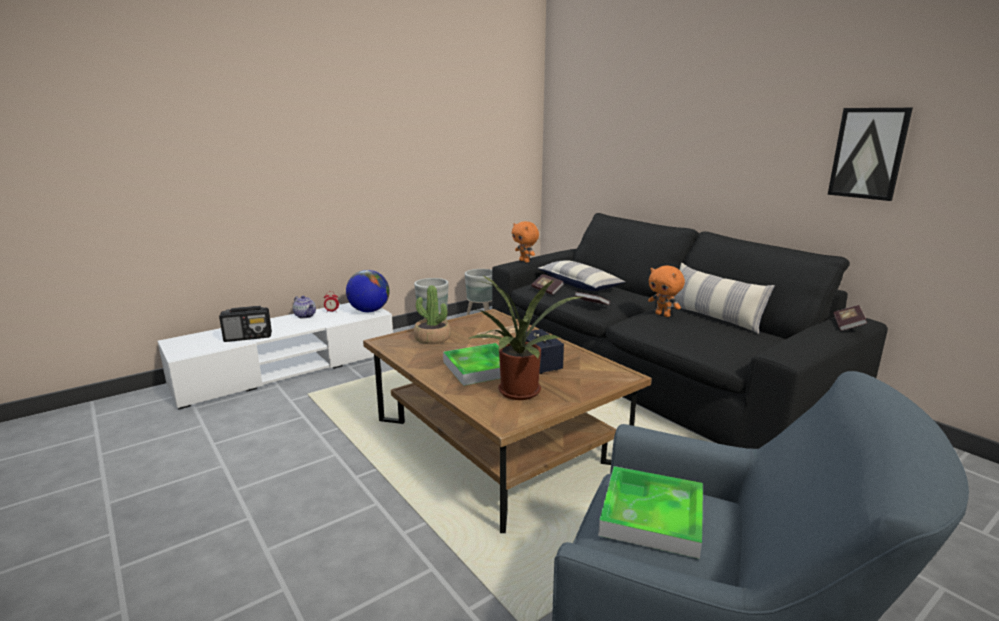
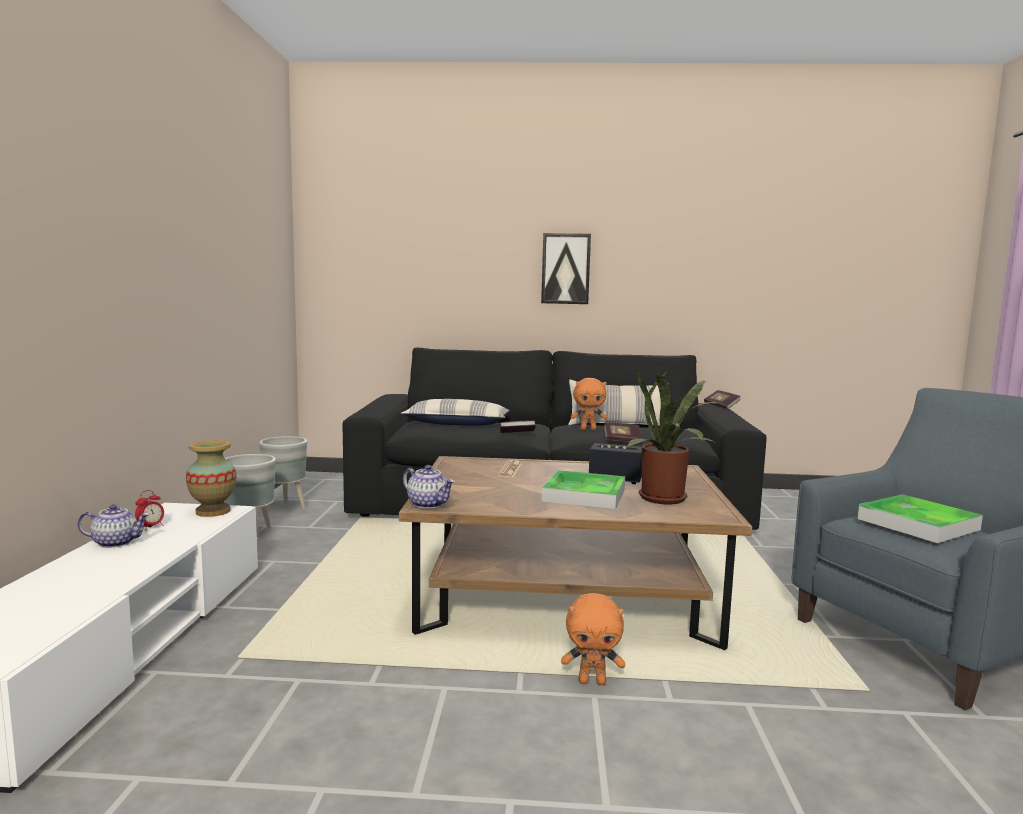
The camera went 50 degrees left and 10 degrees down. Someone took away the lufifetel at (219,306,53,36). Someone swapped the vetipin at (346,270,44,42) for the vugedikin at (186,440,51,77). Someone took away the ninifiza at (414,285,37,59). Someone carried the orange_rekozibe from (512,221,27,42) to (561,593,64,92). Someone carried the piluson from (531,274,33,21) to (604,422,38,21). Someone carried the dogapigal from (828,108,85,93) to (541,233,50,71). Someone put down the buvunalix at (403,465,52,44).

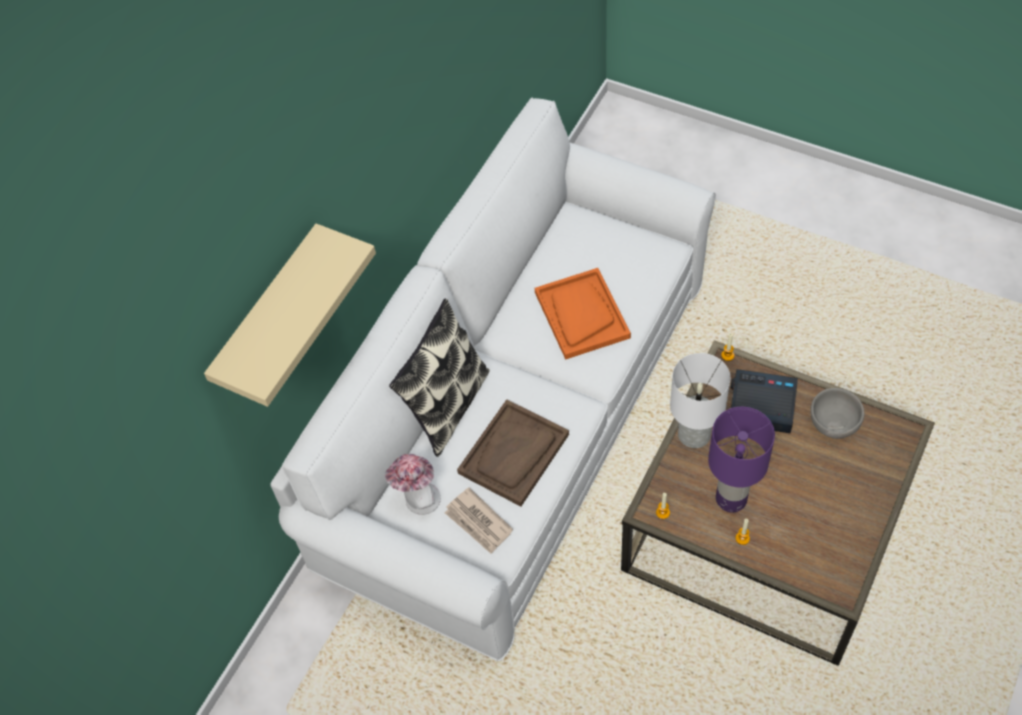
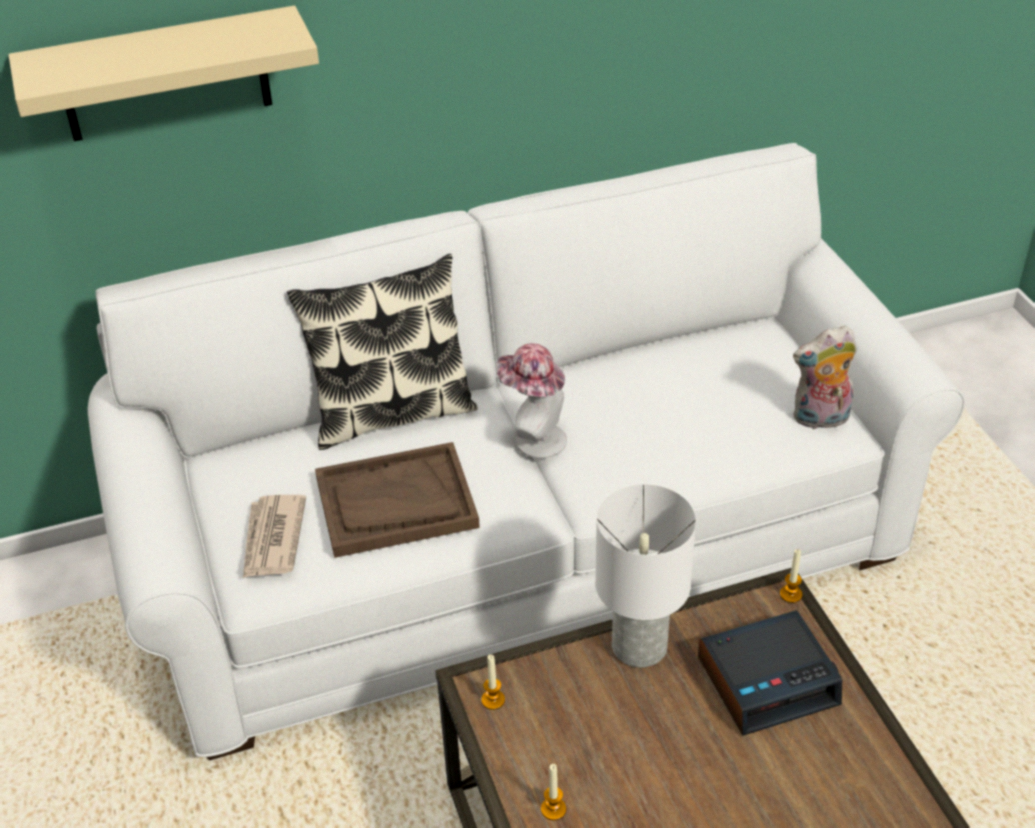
The camera went 40 degrees right and 15 degrees down. Someone carried the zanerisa from (385,454,56,61) to (496,343,71,115). Someone took away the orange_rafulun at (535,268,96,92). Someone took away the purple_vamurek at (708,407,67,105). Someone rotated the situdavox at (731,369,67,64) by 105 degrees clockwise. Someone took away the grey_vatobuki at (810,388,54,51). Someone put down the rekozibe at (793,326,64,103).

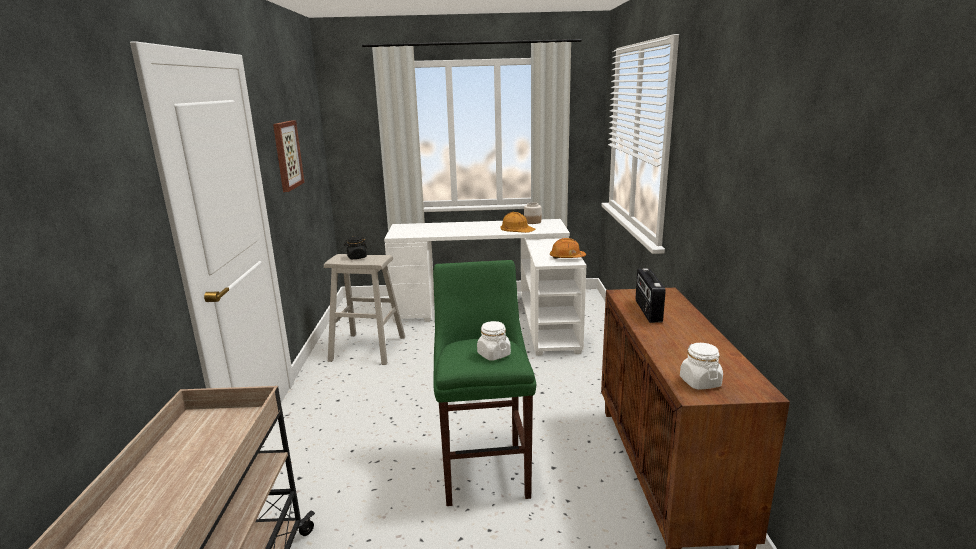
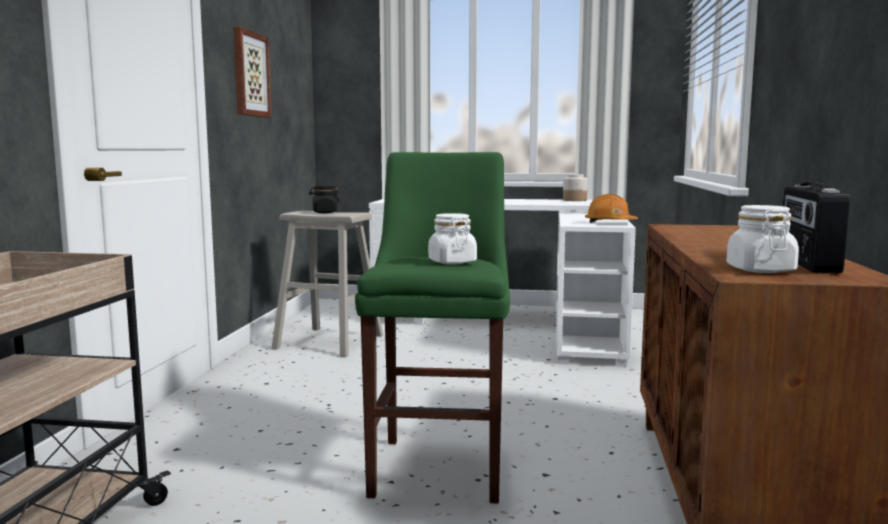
The camera went 10 degrees right and 10 degrees down. Someone took away the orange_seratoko at (500,212,36,21). Someone carried the lufifetel from (636,268,30,55) to (783,182,67,91).

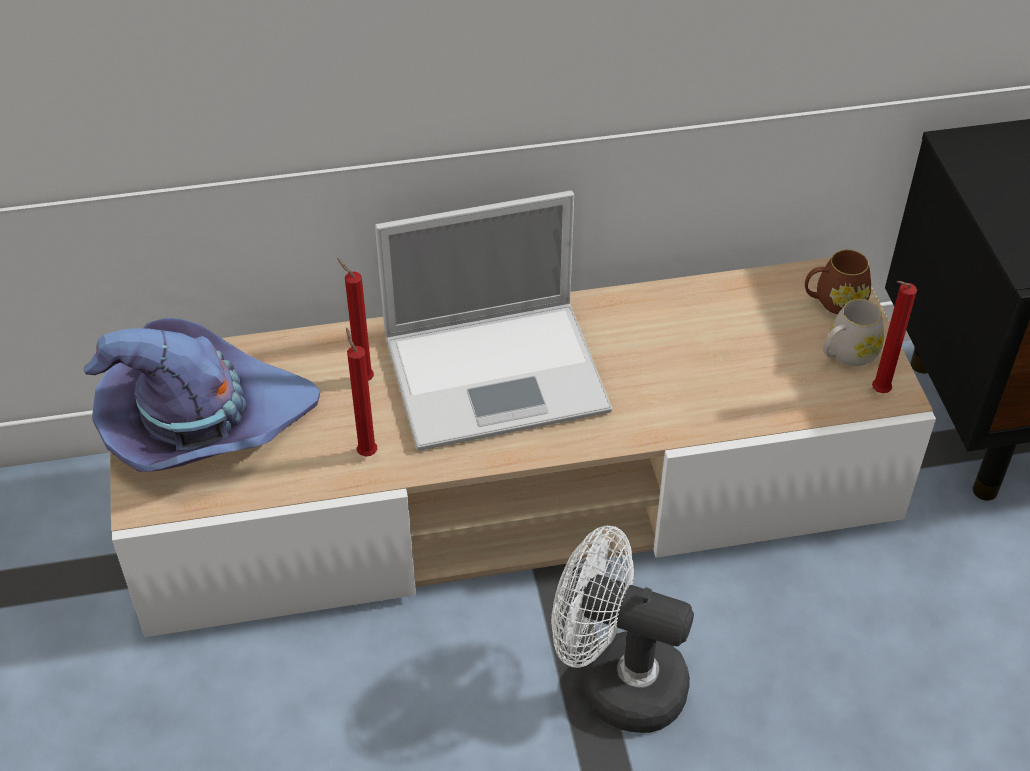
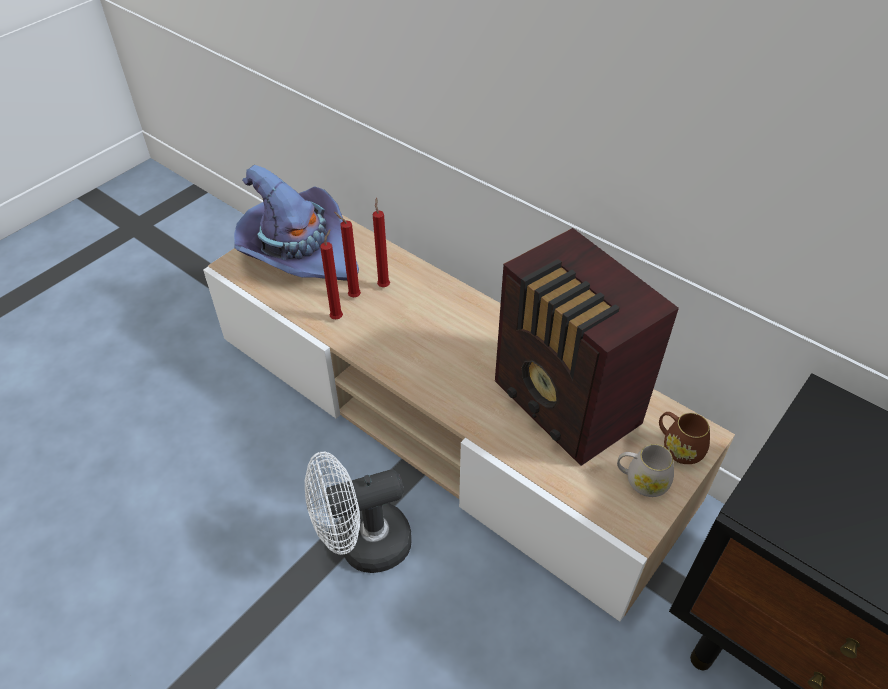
The camera went 50 degrees right and 0 degrees up. Someone took away the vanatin at (375,191,237,260). Someone rotated the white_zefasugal at (551,526,143,207) by 90 degrees counterclockwise. Someone carried the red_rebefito from (872,281,45,112) to (334,212,27,85). Someone put down the lufifetel at (495,228,184,238).

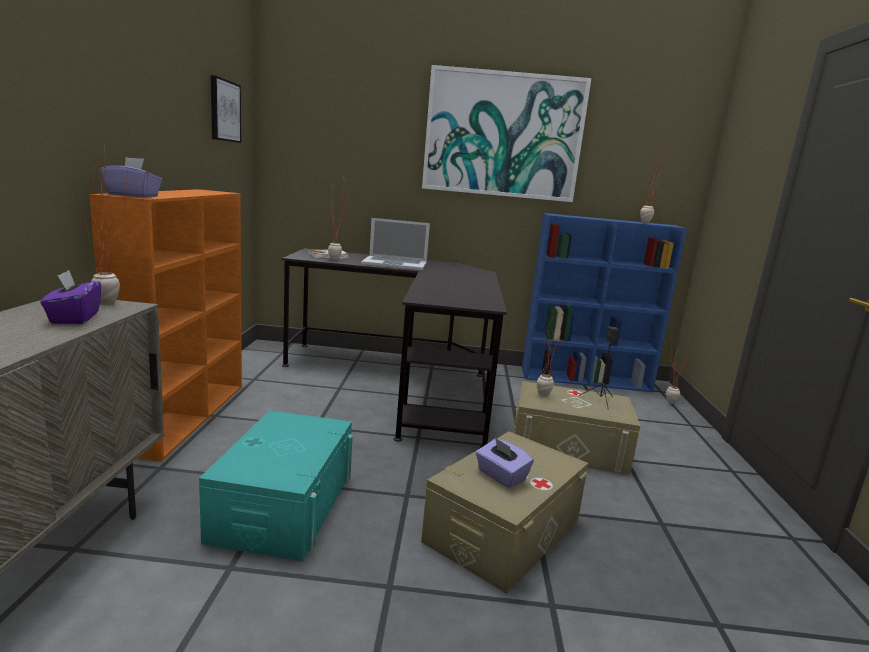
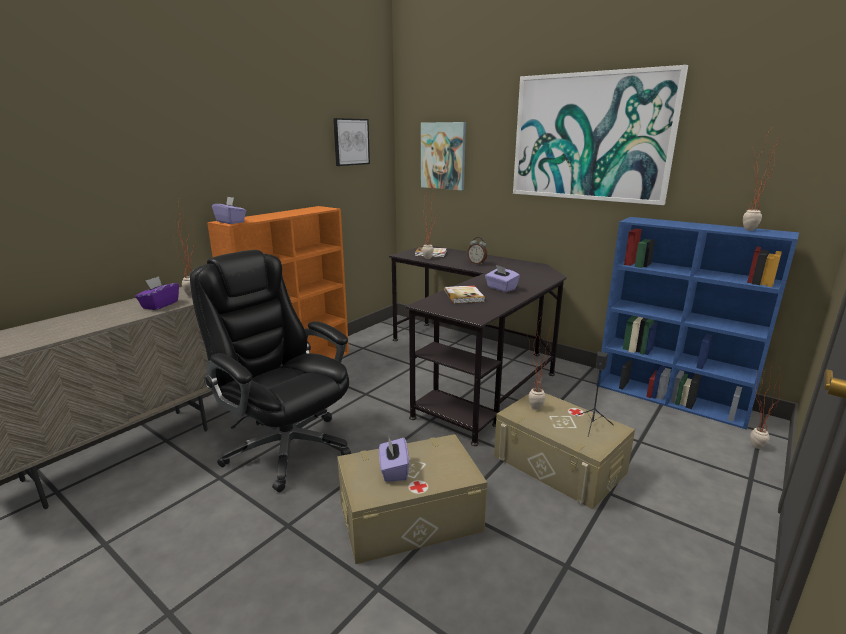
The camera went 35 degrees right and 5 degrees up. Someone swapped the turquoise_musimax at (199,410,154,151) for the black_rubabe at (190,250,161,242). Someone swapped the vanatin at (361,218,69,52) for the situdavox at (467,237,20,28). Someone put up the dogapigal at (421,122,45,68). Someone put down the piluson at (444,285,41,19). Someone put down the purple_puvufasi at (485,265,35,27).

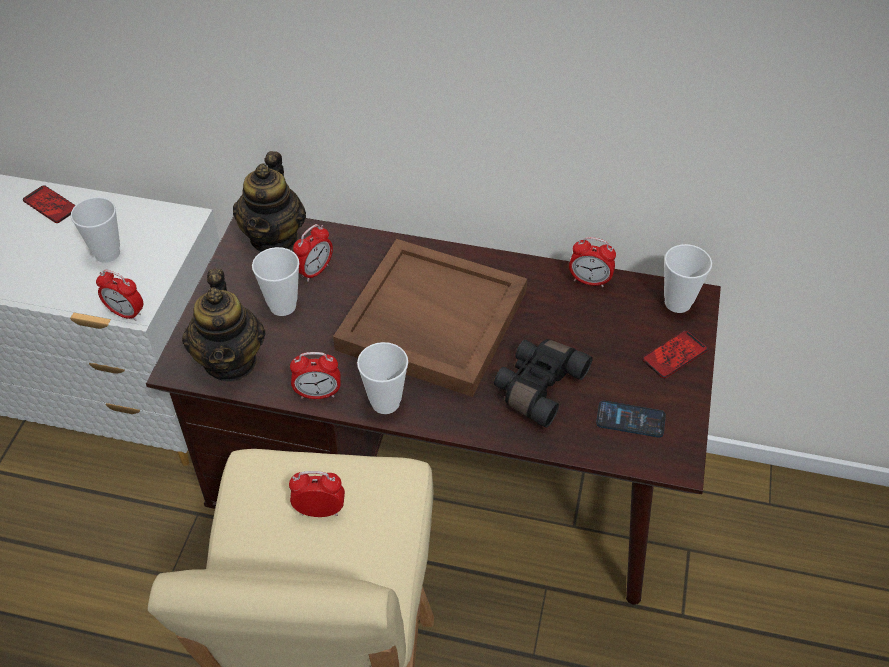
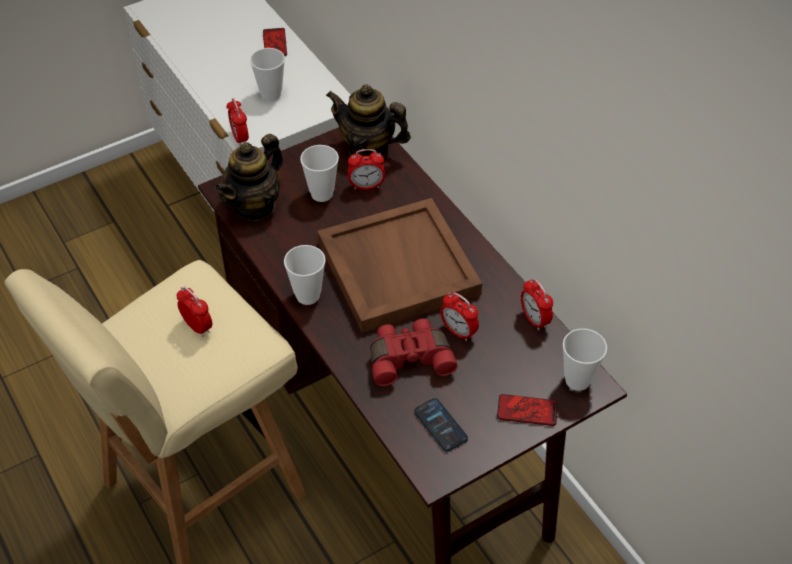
The camera went 45 degrees right and 0 degrees up. Someone rotated the buvunalix at (233,151,73,101) by 60 degrees clockwise. Someone carried the situdavox from (290,352,51,47) to (440,292,39,49). Someone repainted the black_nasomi at (494,339,99,89), which became the red_nasomi at (370,319,88,67).

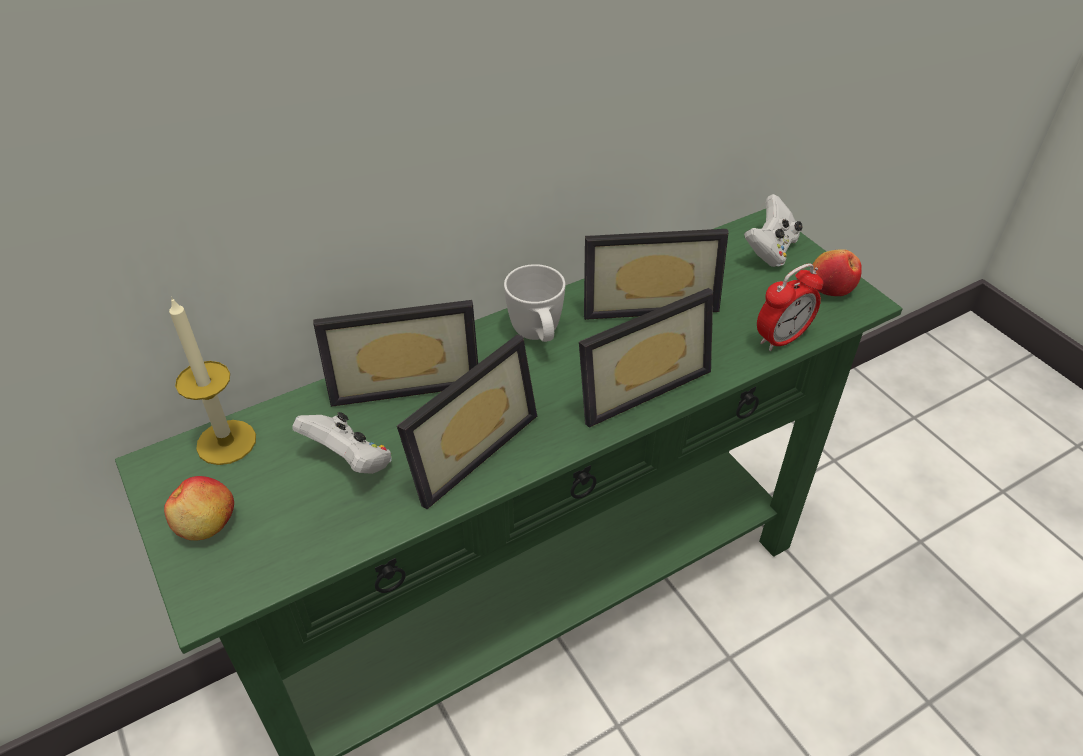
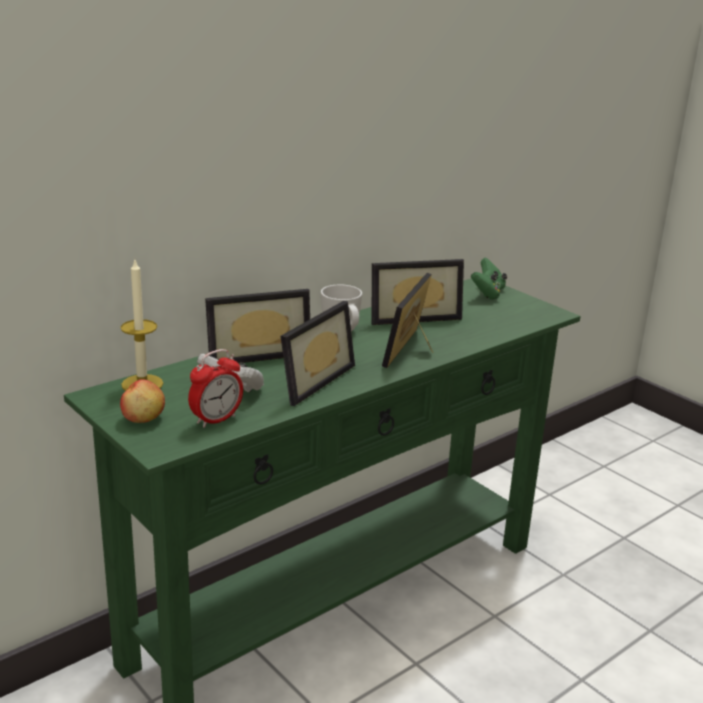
The camera went 10 degrees left and 20 degrees down. Someone rotated the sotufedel at (579,288,134,139) by 150 degrees clockwise. Someone repainted the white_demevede at (744,194,59,73), which became the green_demevede at (471,258,36,42). Someone carried the situdavox from (757,263,66,88) to (188,349,55,79). Someone took away the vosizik at (813,249,49,47).

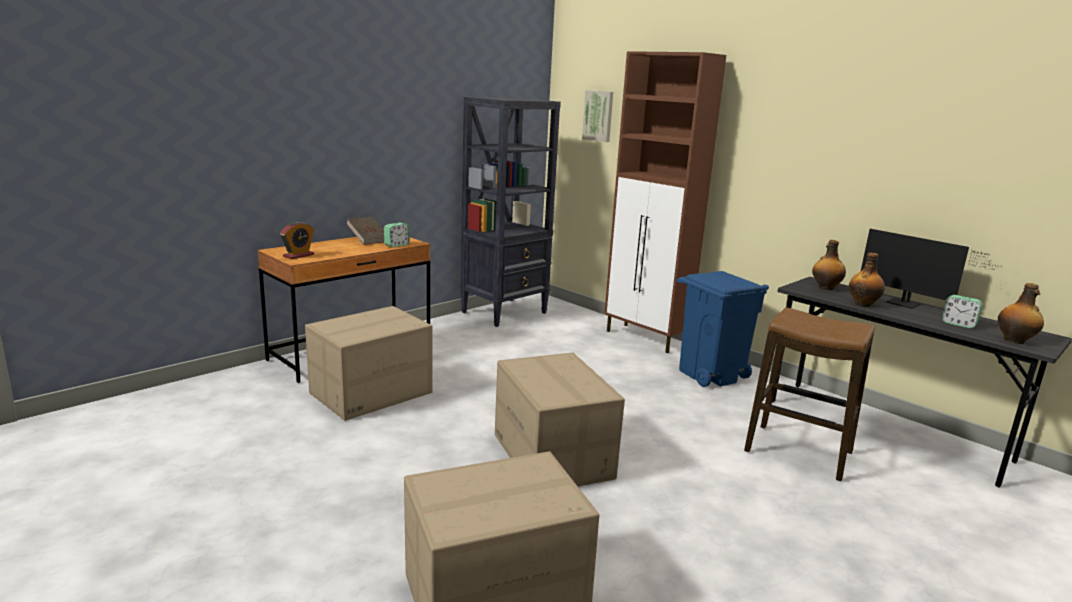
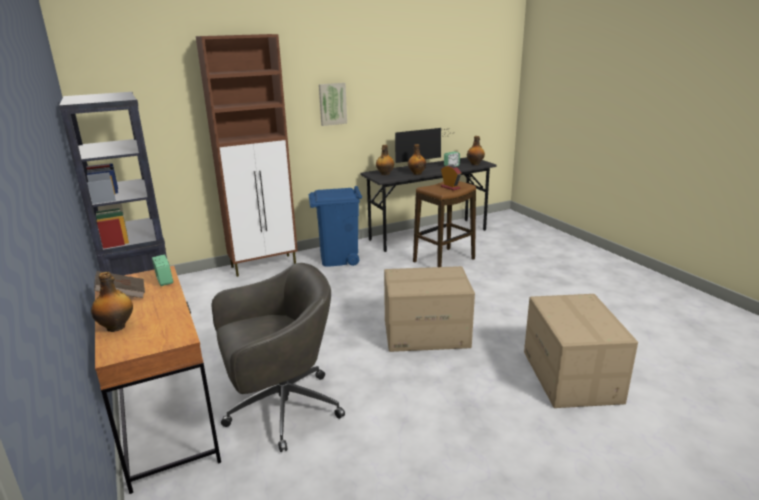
The camera went 70 degrees left and 5 degrees up. Someone carried the situdavox from (280,221,34,38) to (441,164,20,27). Someone swapped the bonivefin at (305,306,128,115) for the grey_rubabe at (212,263,133,189). Someone carried the dogapigal from (582,90,31,52) to (319,83,28,43). Someone put down the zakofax at (91,272,42,60).

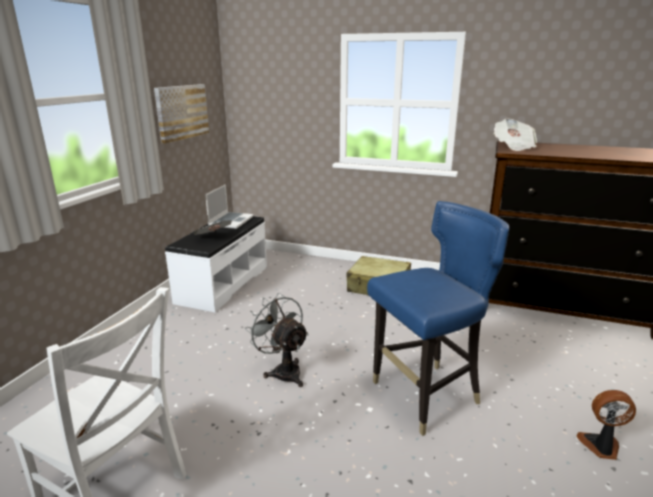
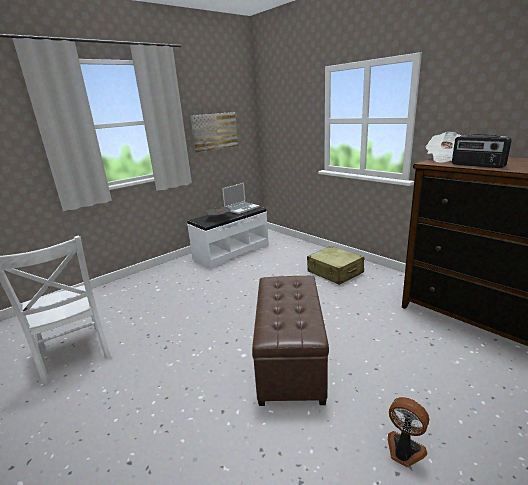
The camera went 30 degrees right and 0 degrees up. Someone took away the grey_zefasugal at (245,293,64,94). Someone swapped the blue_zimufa at (367,201,142,235) for the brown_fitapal at (252,276,77,130). Someone put down the lufifetel at (452,134,60,34).

